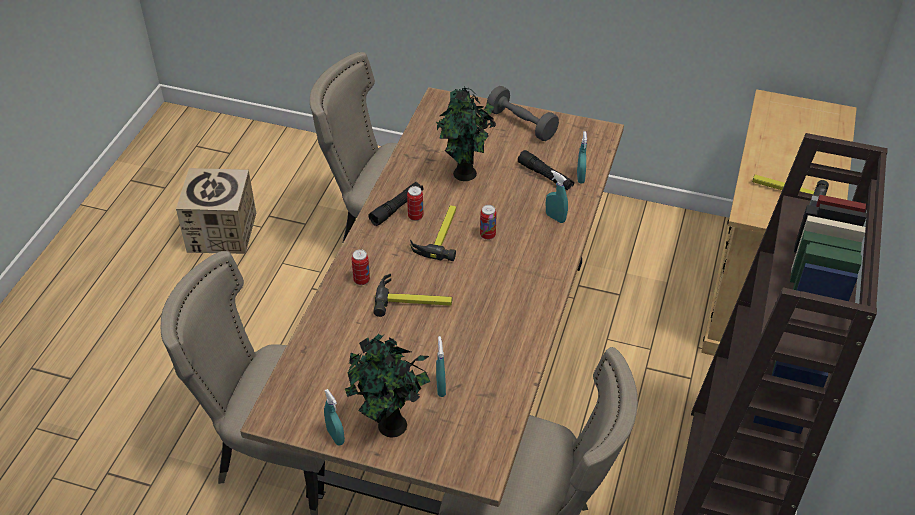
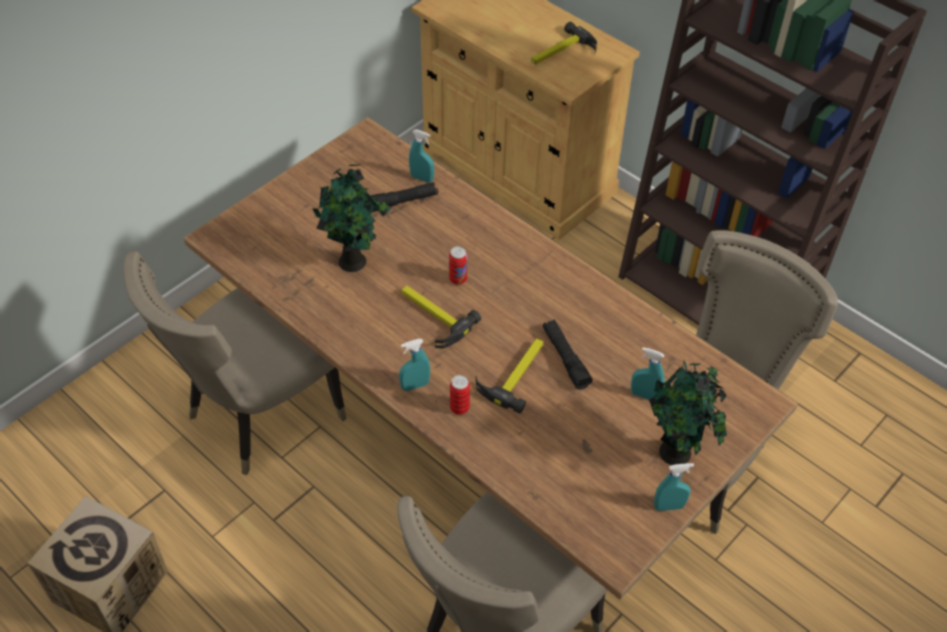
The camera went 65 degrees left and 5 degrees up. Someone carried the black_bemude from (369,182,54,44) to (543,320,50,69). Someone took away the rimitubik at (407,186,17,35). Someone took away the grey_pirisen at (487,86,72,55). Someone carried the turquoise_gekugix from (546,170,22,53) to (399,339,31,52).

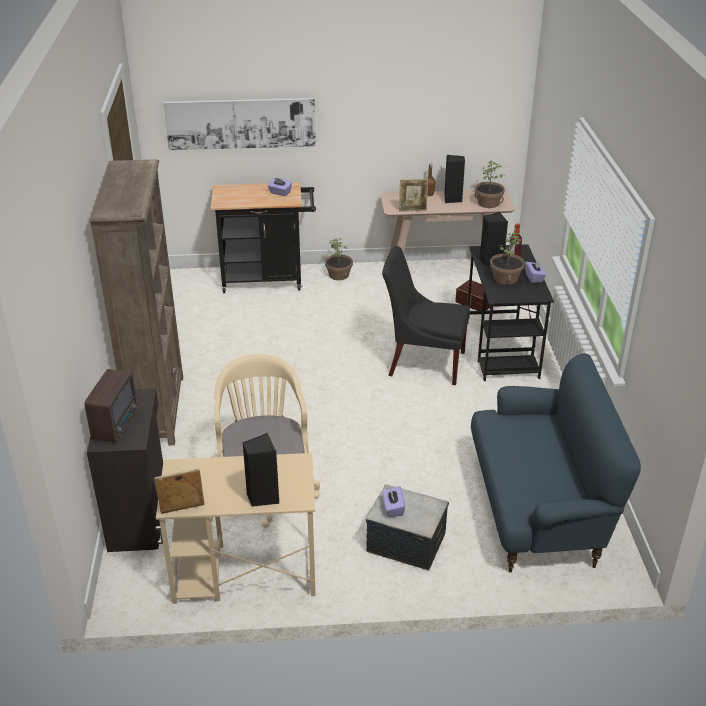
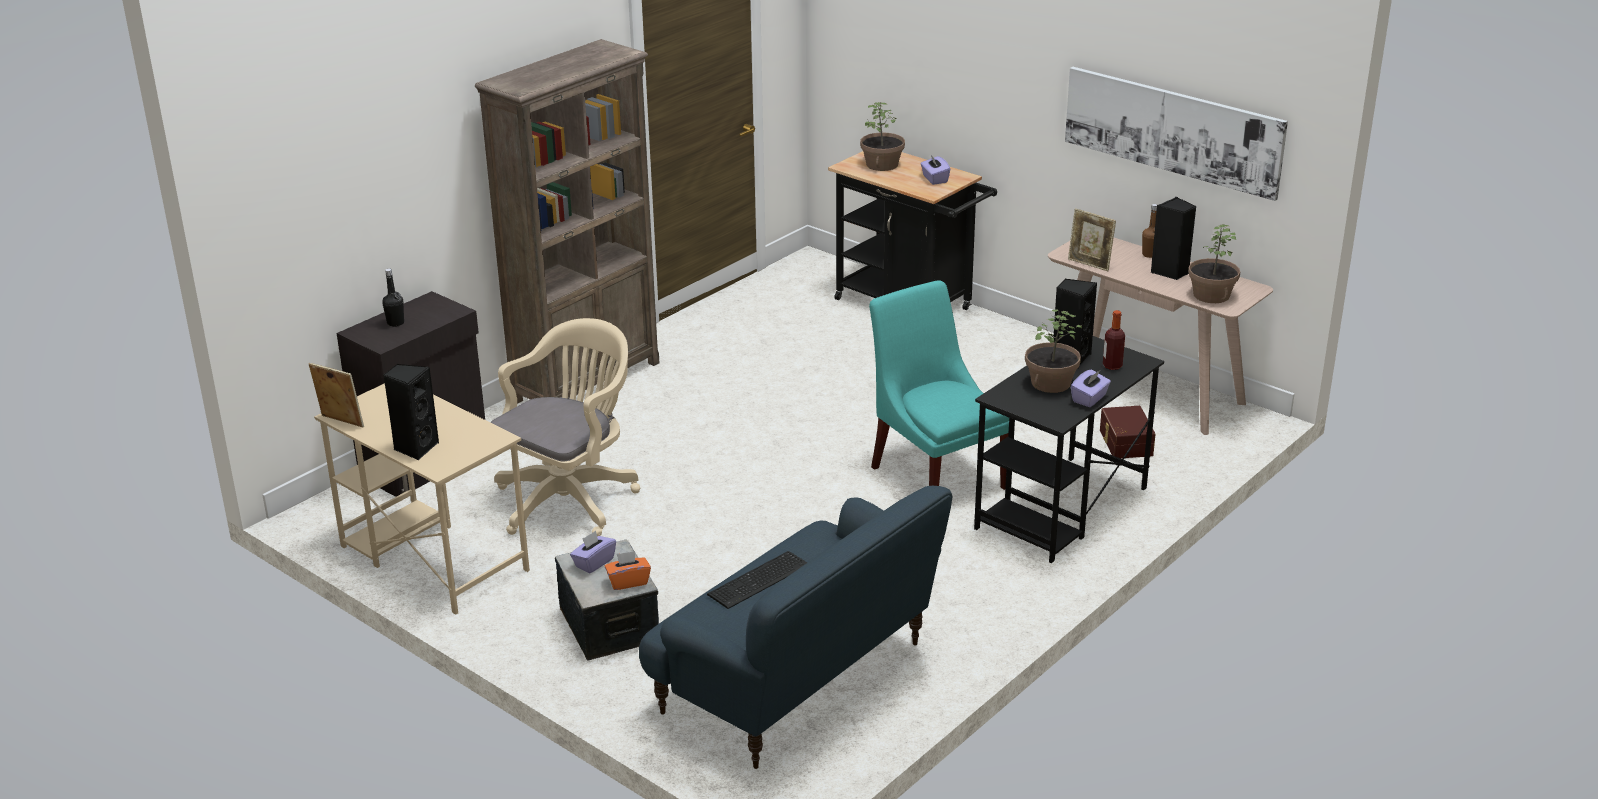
The camera went 45 degrees right and 5 degrees down. Someone swapped the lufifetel at (84,369,54,73) for the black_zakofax at (382,268,22,59). Someone carried the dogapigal from (163,98,153,52) to (1065,67,223,134). Someone carried the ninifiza from (325,238,28,42) to (860,102,45,69). Someone repainted the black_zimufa at (382,246,88,139), which became the turquoise_zimufa at (869,280,140,210). Someone put down the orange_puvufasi at (604,551,47,39). Someone put down the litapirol at (707,551,100,58).

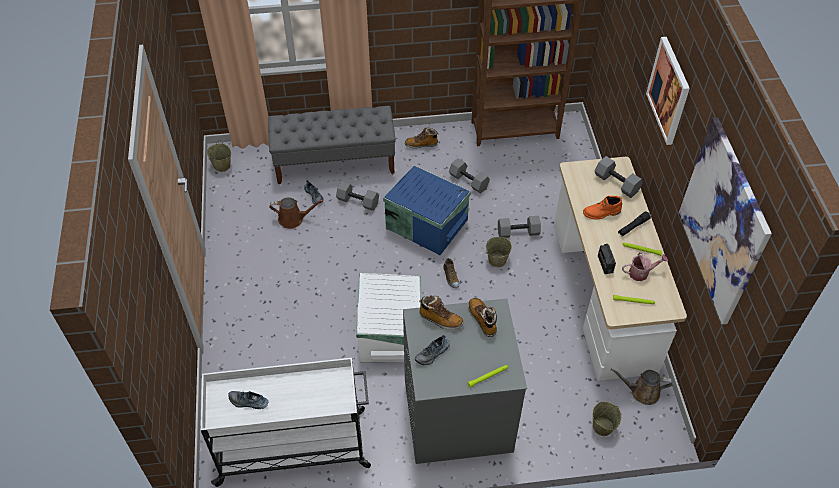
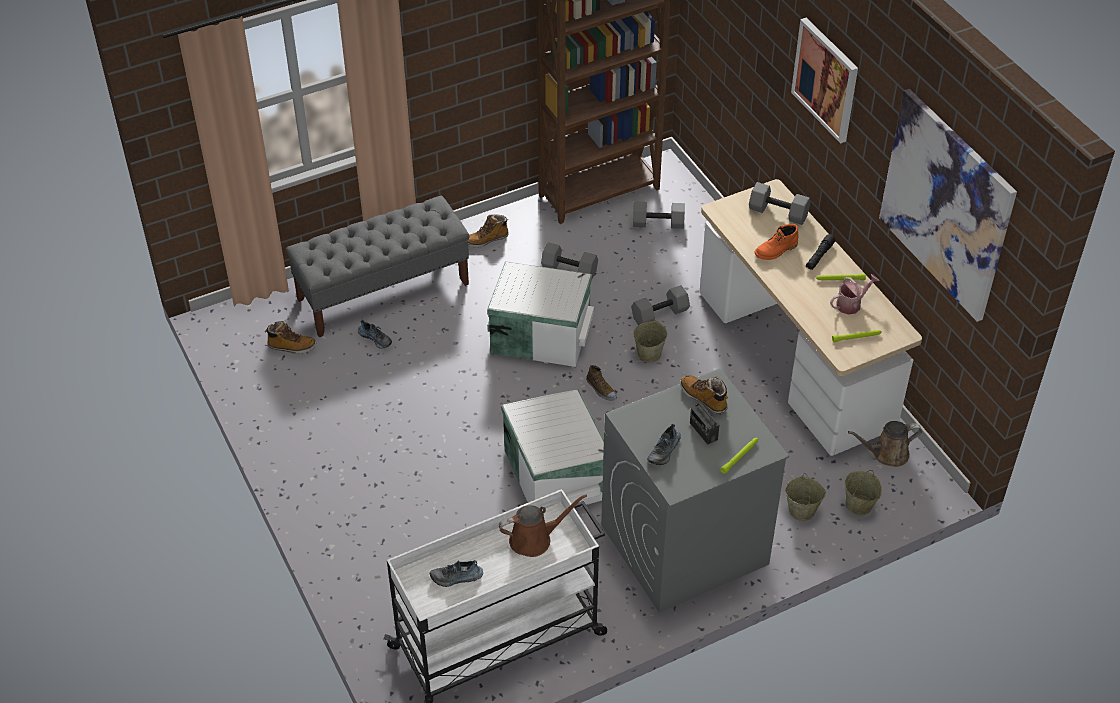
The camera went 20 degrees left and 5 degrees down. Someone carried the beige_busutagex from (207,140,24,32) to (785,473,41,48). Someone carried the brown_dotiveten from (269,197,54,32) to (499,494,88,63). Someone carried the grey_pirisen from (336,181,43,30) to (633,202,52,27). Someone repainted the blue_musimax at (383,165,88,91), which became the white_musimax at (487,261,107,107). Someone carried the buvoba from (419,295,44,35) to (265,321,51,33). Someone carried the lufifetel from (598,244,18,30) to (690,403,29,42).

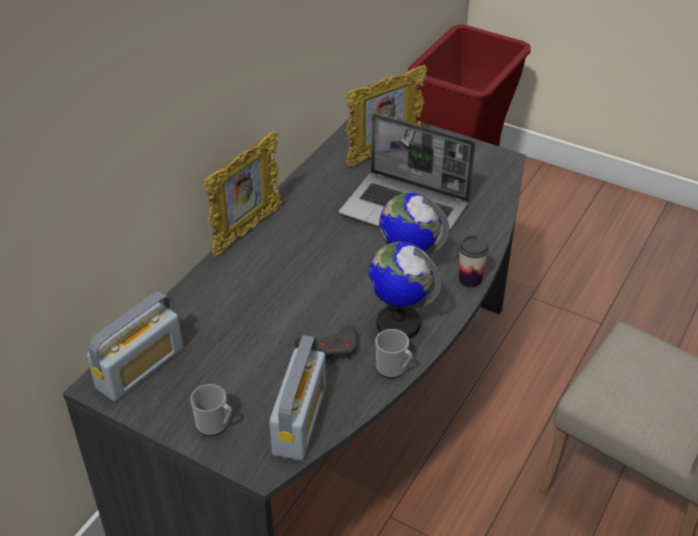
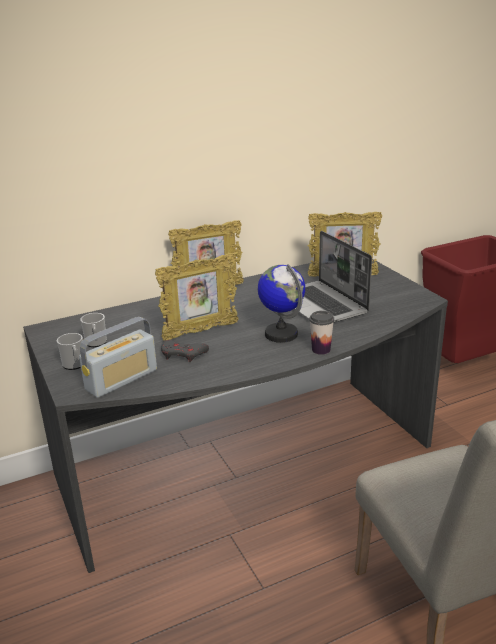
The camera went 35 degrees right and 15 degrees down. Someone took away the lufifetel at (87,291,96,111). Someone took away the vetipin at (368,242,74,97). Someone carried the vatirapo from (375,329,37,49) to (80,313,27,34). Someone put down the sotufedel at (155,253,84,87).

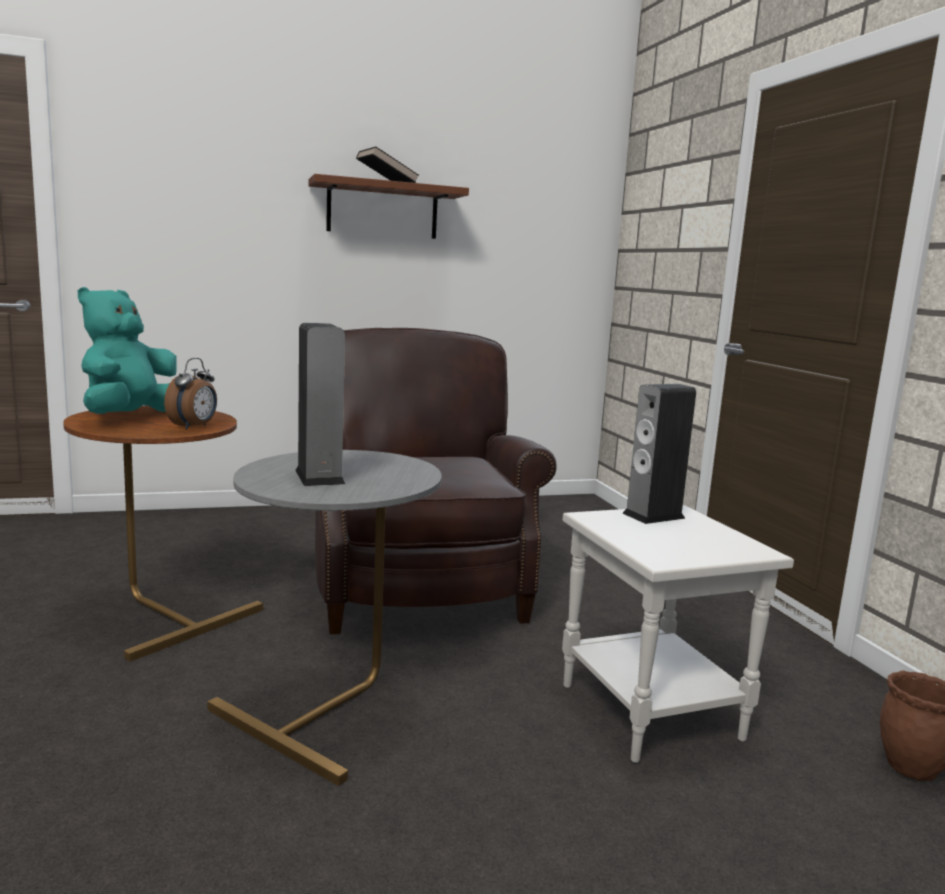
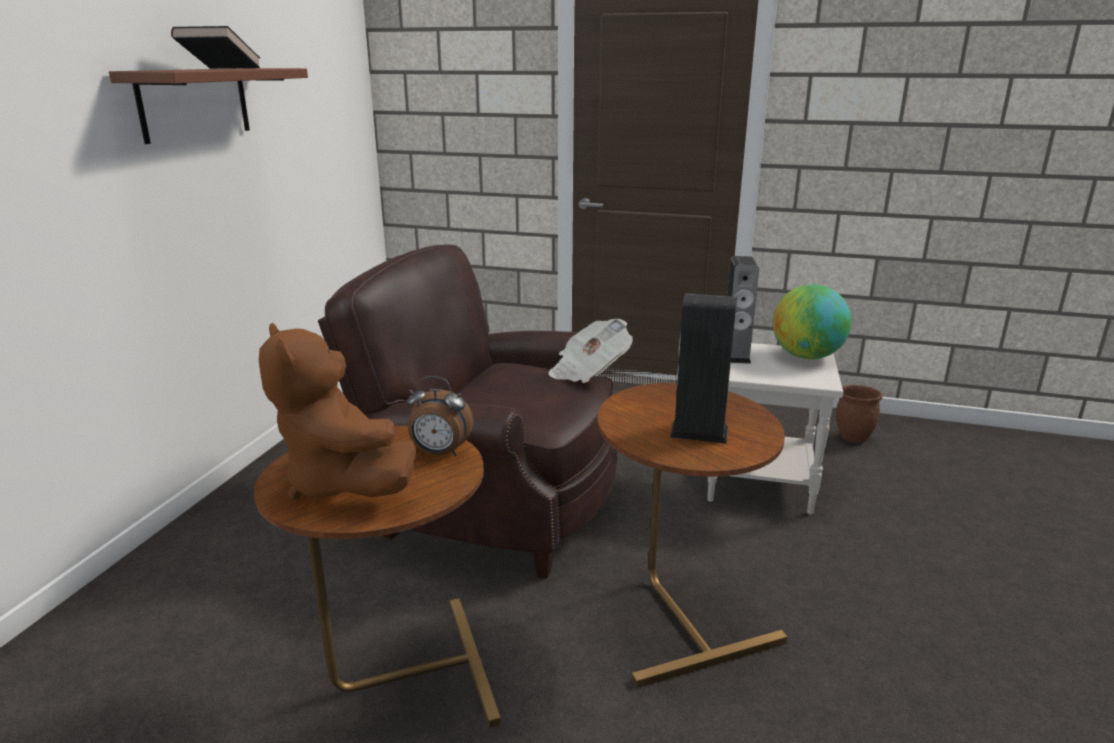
The camera went 55 degrees left and 10 degrees up. Someone repainted the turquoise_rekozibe at (78,287,99,127), which became the brown_rekozibe at (259,323,157,178). Someone rotated the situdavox at (164,358,53,72) by 135 degrees clockwise. Someone repainted the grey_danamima at (208,450,234,336), which became the brown_danamima at (598,383,190,305). Someone put down the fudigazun at (549,319,84,64). Someone put down the vetipin at (773,284,79,75).

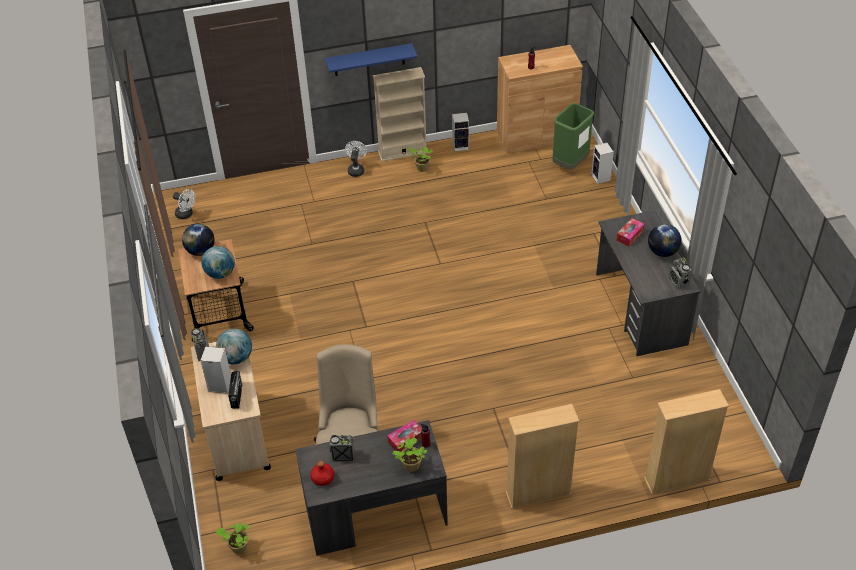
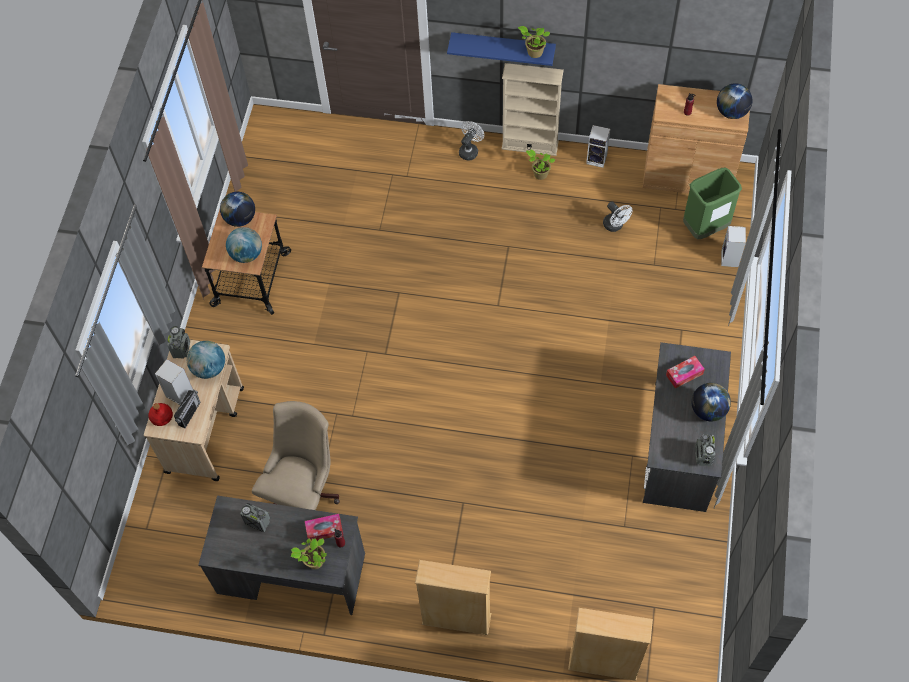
The camera went 25 degrees right and 15 degrees up. Someone carried the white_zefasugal from (173,189,22,30) to (603,202,29,30). Someone carried the ninifiza from (215,523,34,31) to (518,26,32,32). Someone carried the red_zakofax from (310,461,24,25) to (148,403,25,23). Someone put down the vetipin at (717,83,36,36).

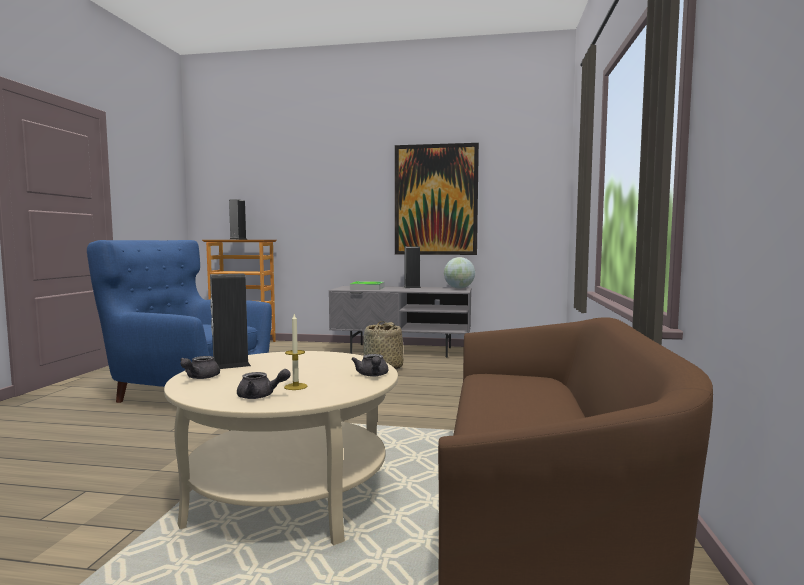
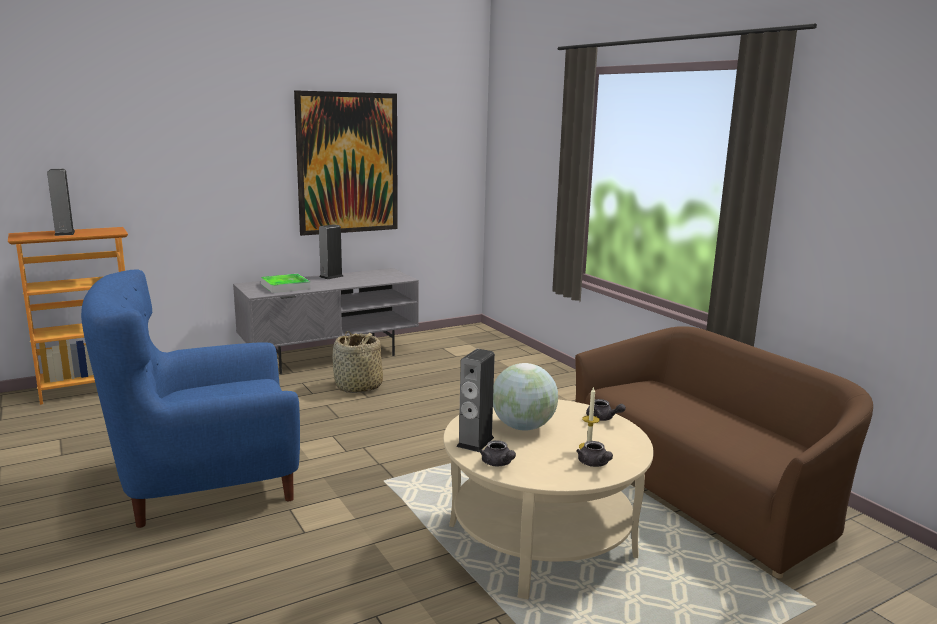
The camera went 40 degrees left and 10 degrees up. Someone rotated the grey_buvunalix at (237,369,54,30) by 105 degrees clockwise. Someone carried the vetipin from (444,257,31,32) to (493,363,65,68).

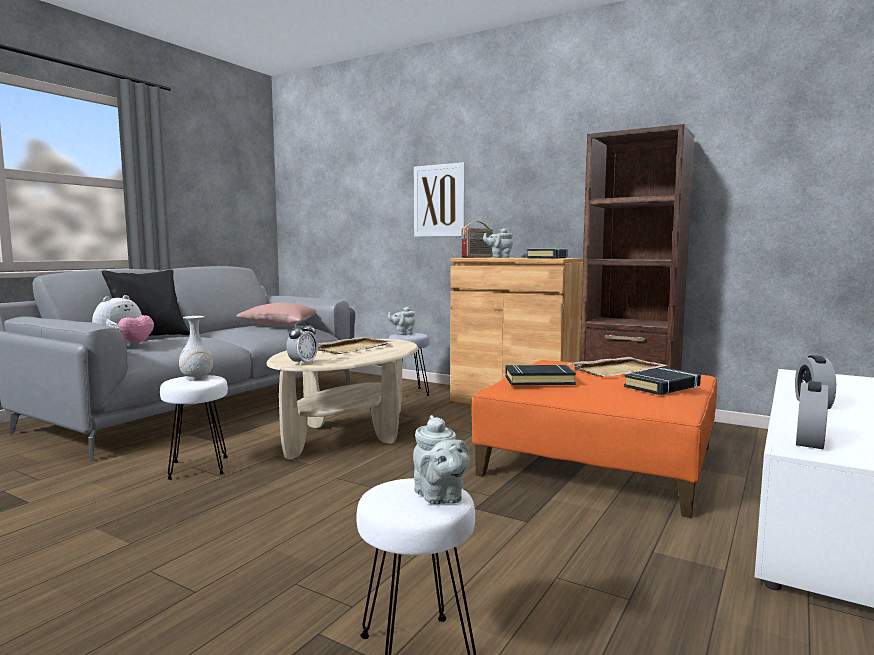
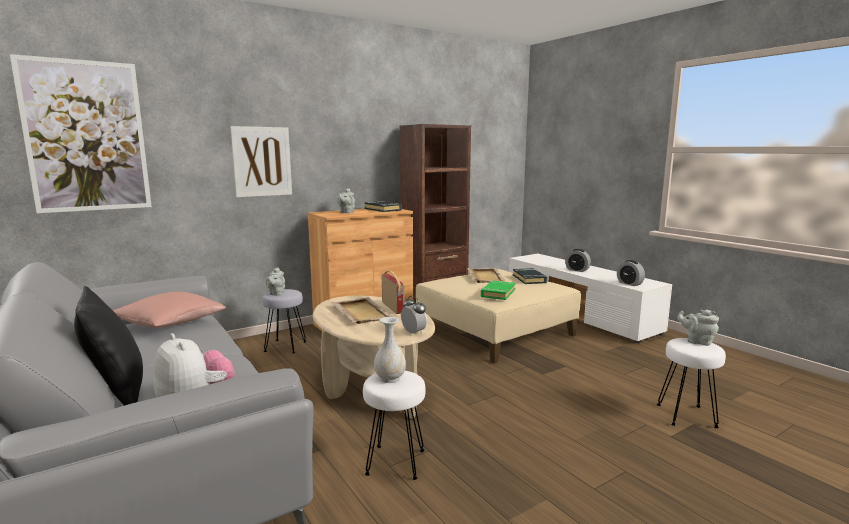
The camera went 65 degrees left and 5 degrees up. Someone rotated the grey_buvunalix at (413,415,57,89) by 150 degrees counterclockwise. Someone carried the lufifetel from (461,221,32,37) to (382,271,23,43). Someone repainted the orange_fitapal at (471,360,246,158), which became the beige_fitapal at (416,269,165,94). Someone repainted the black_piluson at (505,364,71,22), which became the green_piluson at (481,281,35,19). Someone put up the dogapigal at (10,54,142,159).

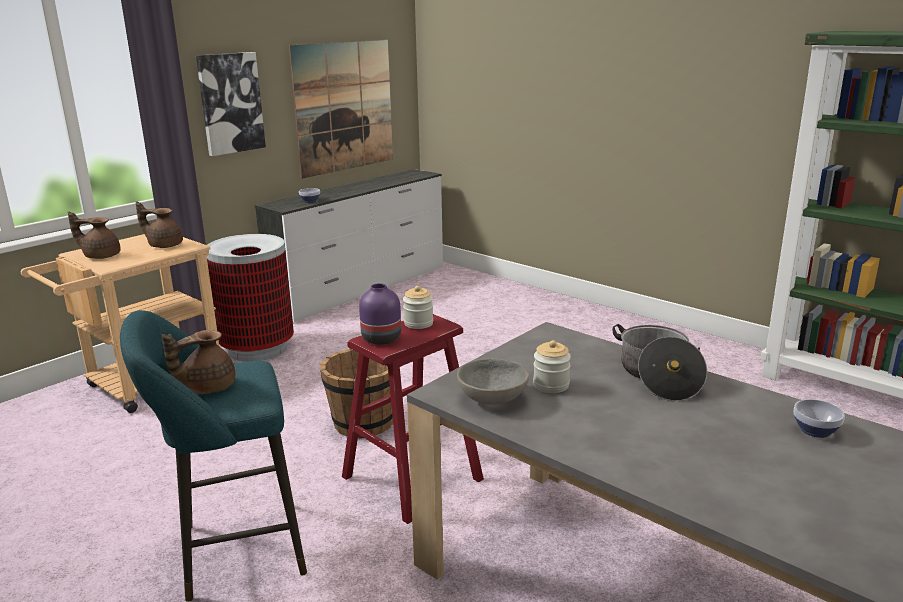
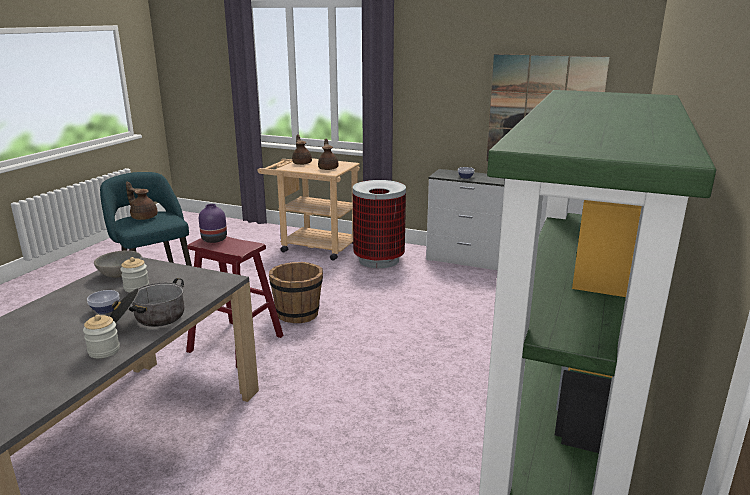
The camera went 70 degrees right and 0 degrees up. Someone took away the dogapigal at (196,52,70,104). Someone carried the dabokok from (403,286,30,43) to (83,315,37,43). Someone carried the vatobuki from (794,399,51,39) to (87,290,33,24).

